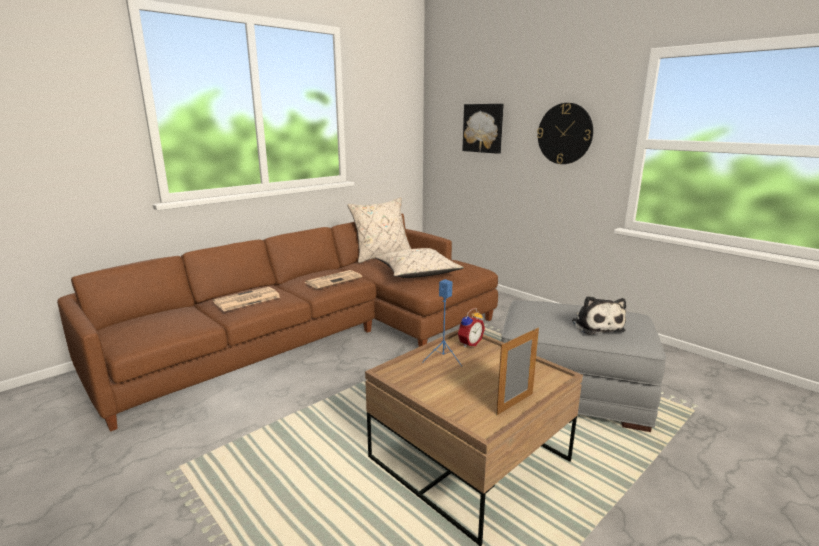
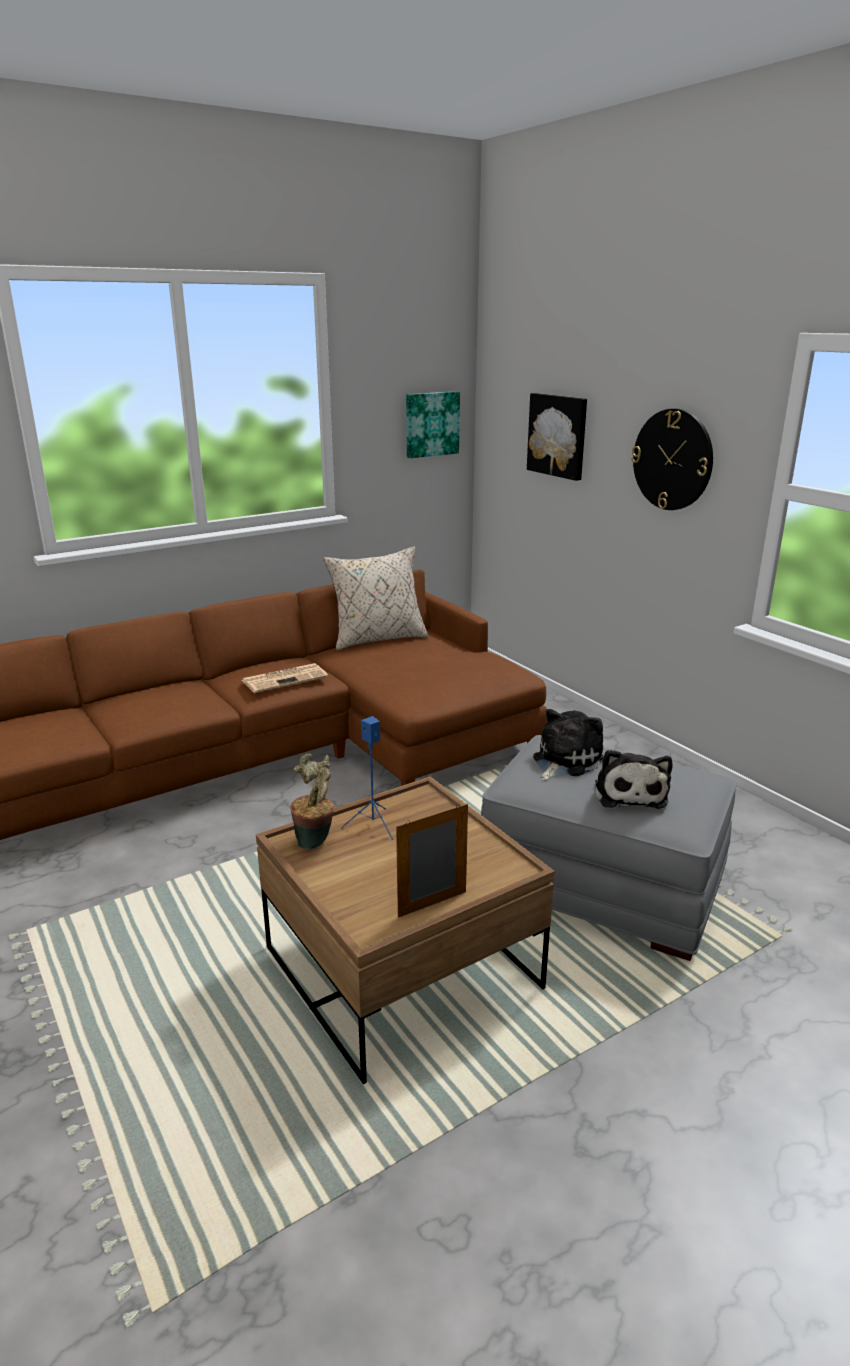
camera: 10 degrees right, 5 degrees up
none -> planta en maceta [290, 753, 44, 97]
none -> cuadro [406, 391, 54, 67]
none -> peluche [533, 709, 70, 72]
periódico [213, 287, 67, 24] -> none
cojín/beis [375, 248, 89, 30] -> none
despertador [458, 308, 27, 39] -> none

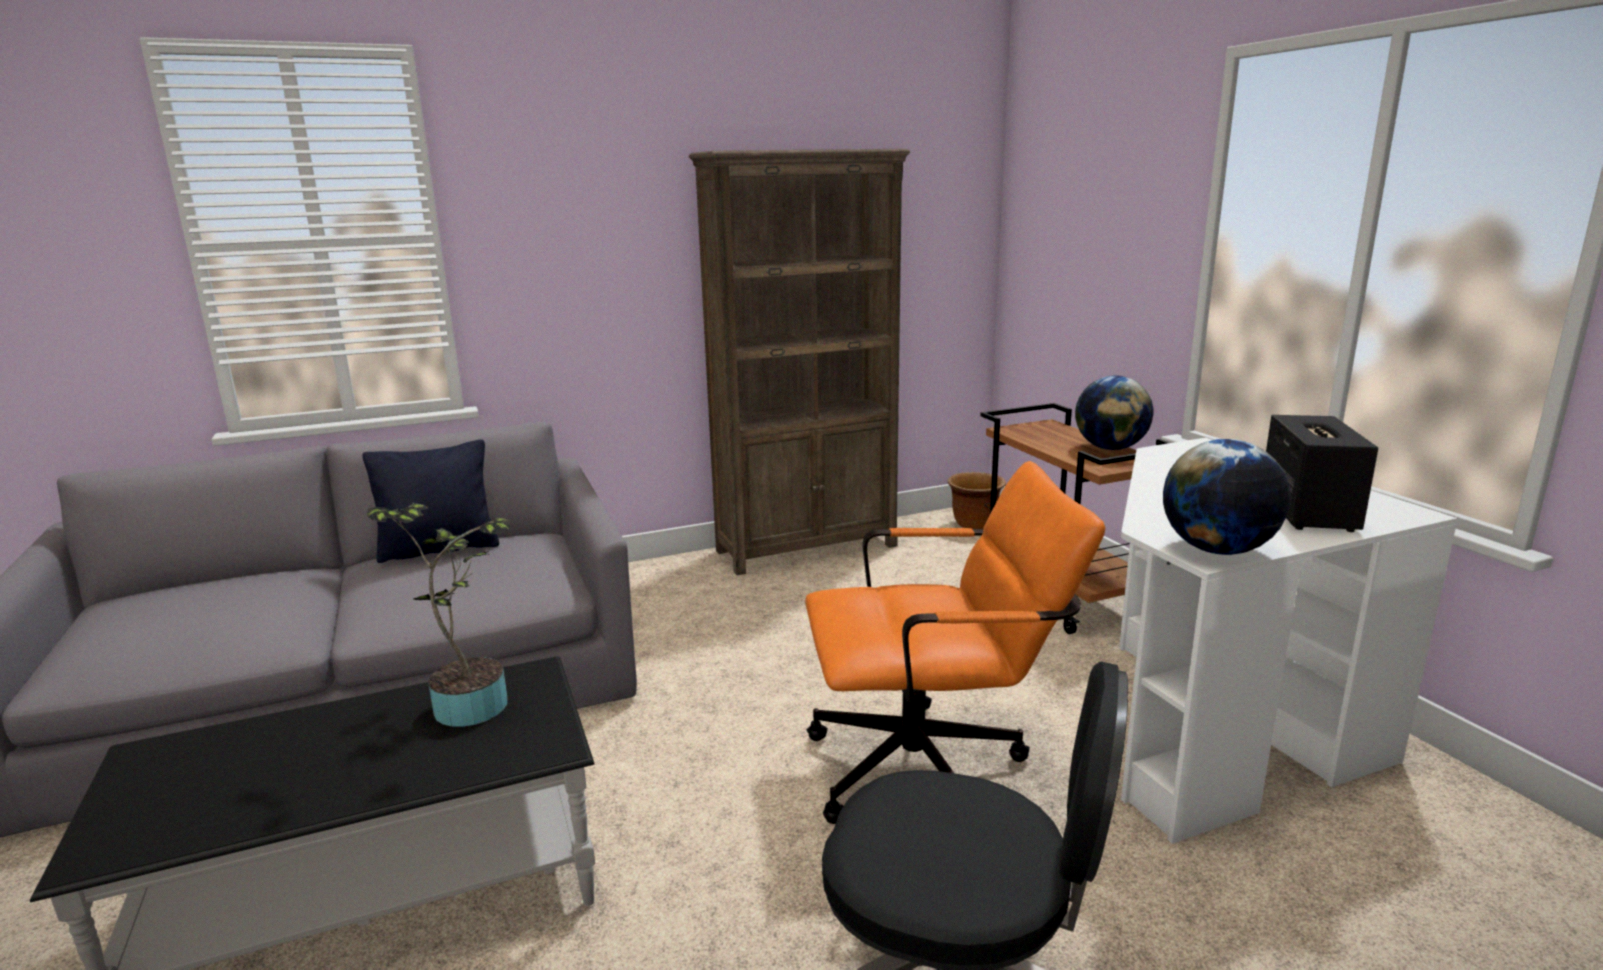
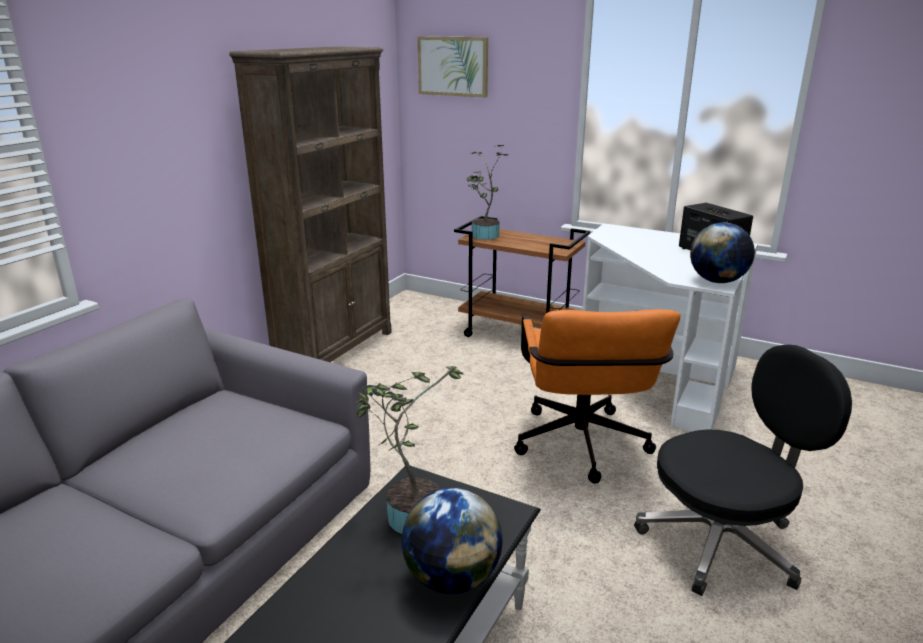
camera: 40 degrees left, 5 degrees up
globo terráqueo [1075, 376, 78, 74] -> globo terráqueo [402, 488, 101, 106], move
none -> cuadro [417, 36, 71, 61]
none -> planta en maceta [466, 145, 42, 95]
silla de oficina/naranja [805, 461, 300, 363] -> silla de oficina/naranja [514, 309, 166, 175], 135 degrees clockwise
cojín/negro [362, 439, 137, 124] -> none
maceta/marrón [948, 472, 58, 57] -> none

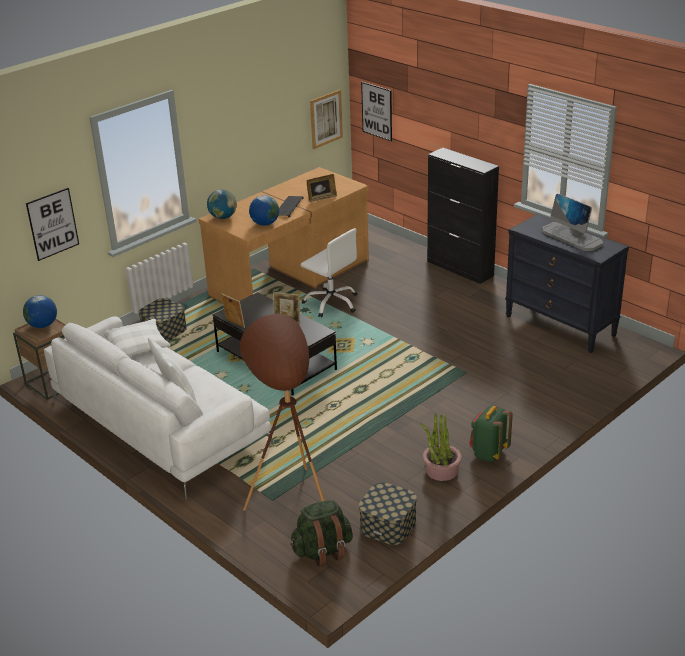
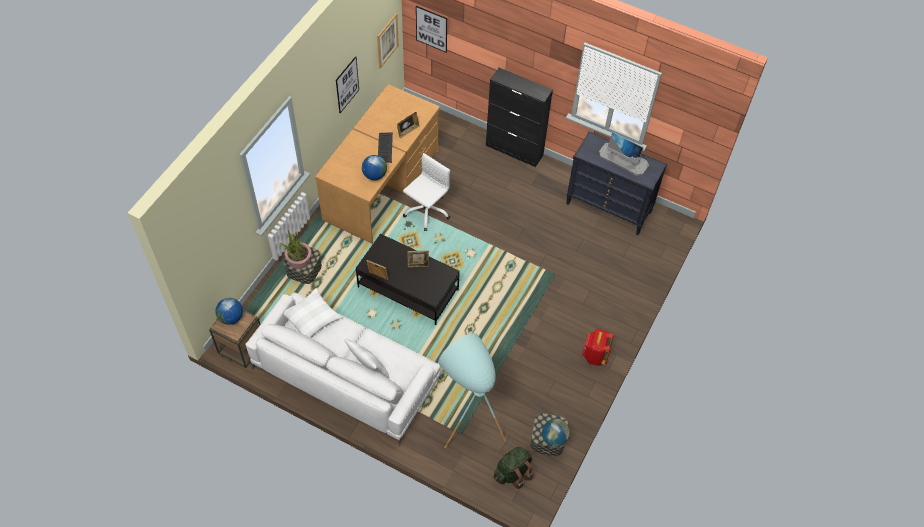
camera: 20 degrees left, 25 degrees up
planta en maceta [420, 412, 42, 69] -> planta en maceta [280, 230, 31, 39], move
cuadro [26, 188, 53, 73] -> cuadro [336, 56, 23, 57], move
silla de oficina/blanco [301, 228, 56, 90] -> silla de oficina/blanco [403, 153, 47, 78], 75 degrees counterclockwise
lámpara de pie/marrón [240, 314, 84, 197] -> lámpara de pie/turquesa [439, 333, 67, 115]
globo terráqueo [207, 189, 30, 30] -> globo terráqueo [542, 419, 28, 28], move
mochila/verde [469, 405, 44, 57] -> mochila/rojo [582, 329, 32, 37]

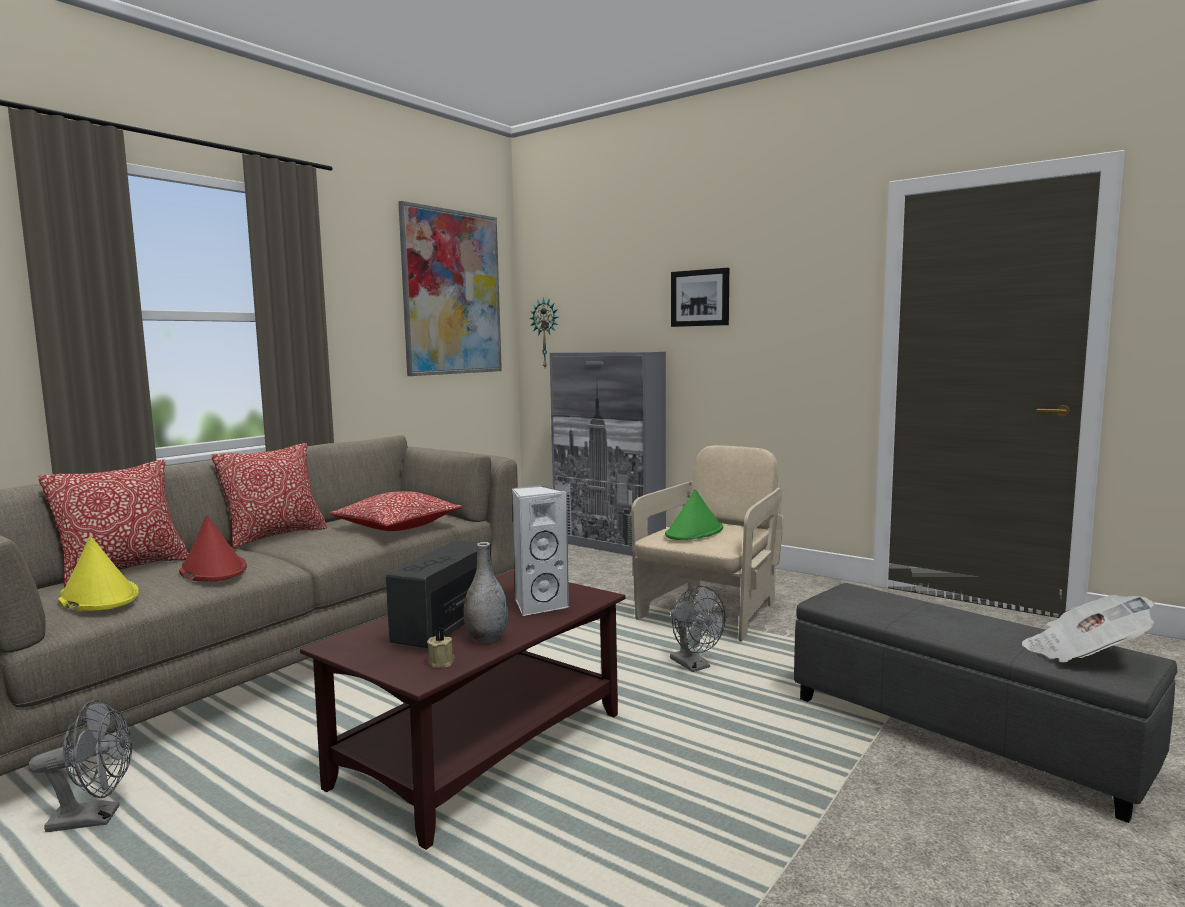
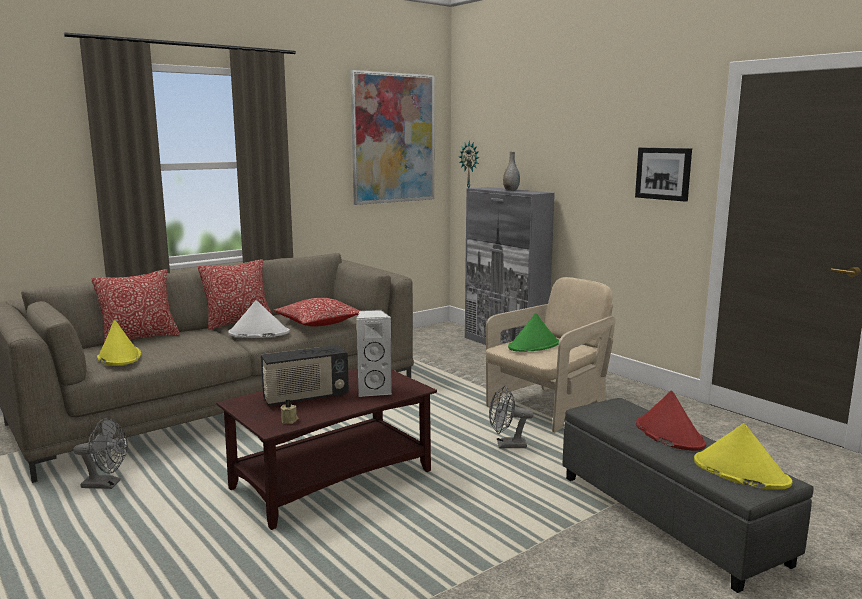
camera: 15 degrees right, 5 degrees up
none -> sombrero/blanco [228, 300, 62, 38]
radio [386, 540, 106, 108] -> radio [261, 345, 88, 61], 150 degrees counterclockwise
ventilador/gris [670, 586, 55, 86] -> ventilador/gris [489, 386, 45, 62], 105 degrees clockwise
florero/gris [464, 542, 44, 101] -> florero/gris [503, 151, 17, 40], move
cuadro [671, 268, 58, 59] -> cuadro [635, 148, 57, 54], move
sombrero/rojo [179, 515, 68, 67] -> sombrero/rojo [636, 390, 70, 61], move
periódico [1022, 595, 133, 68] -> sombrero/amarillo [694, 423, 98, 67]

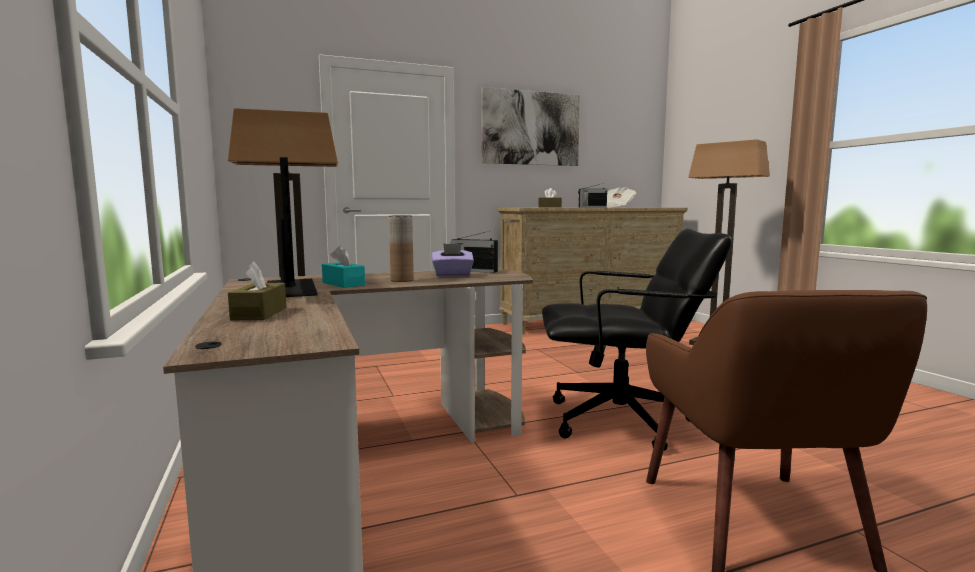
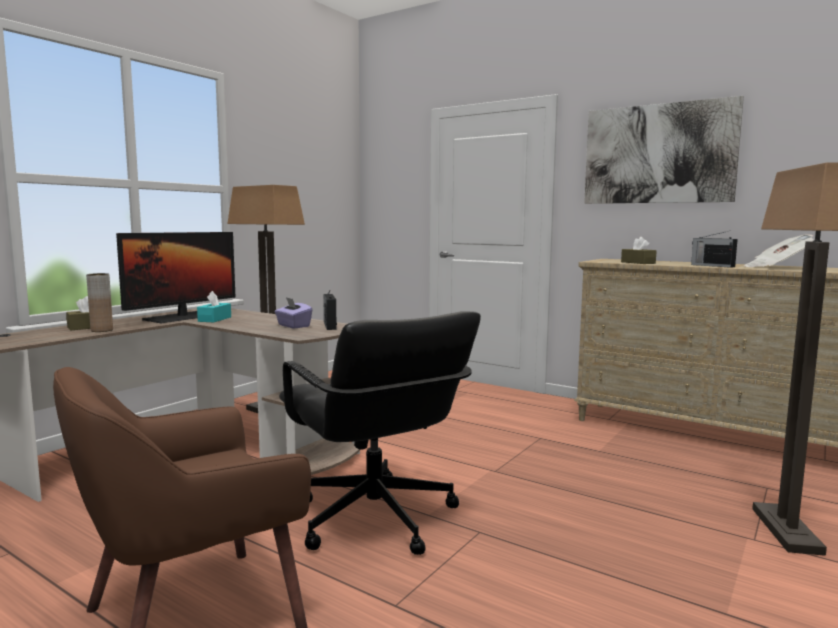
camera: 55 degrees right, 0 degrees up
florero/marrón [389, 215, 25, 67] -> florero/marrón [86, 273, 27, 59], move

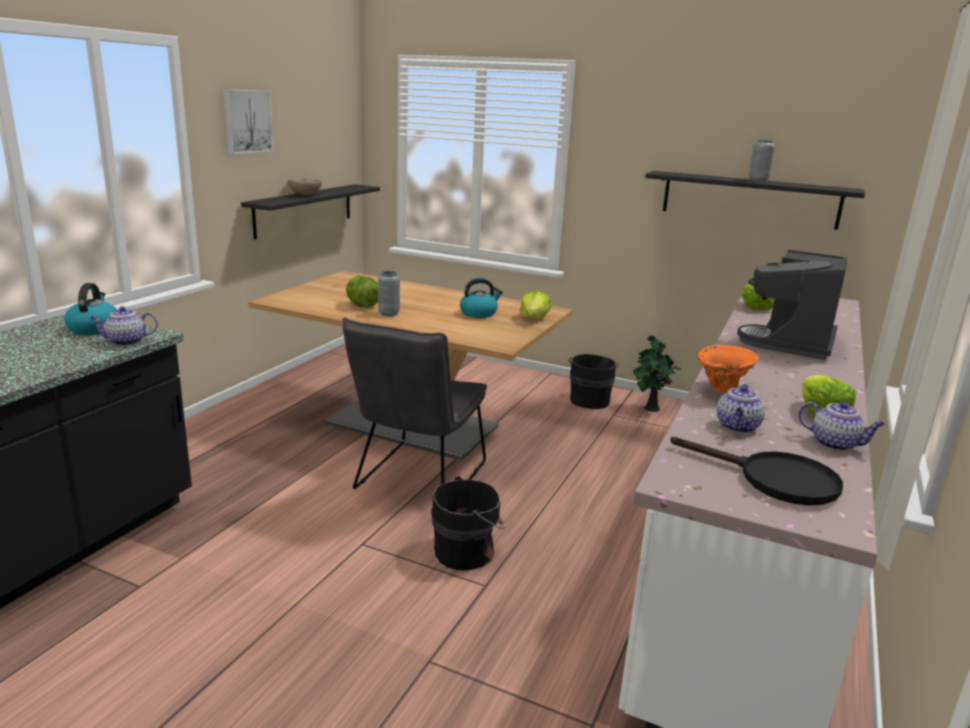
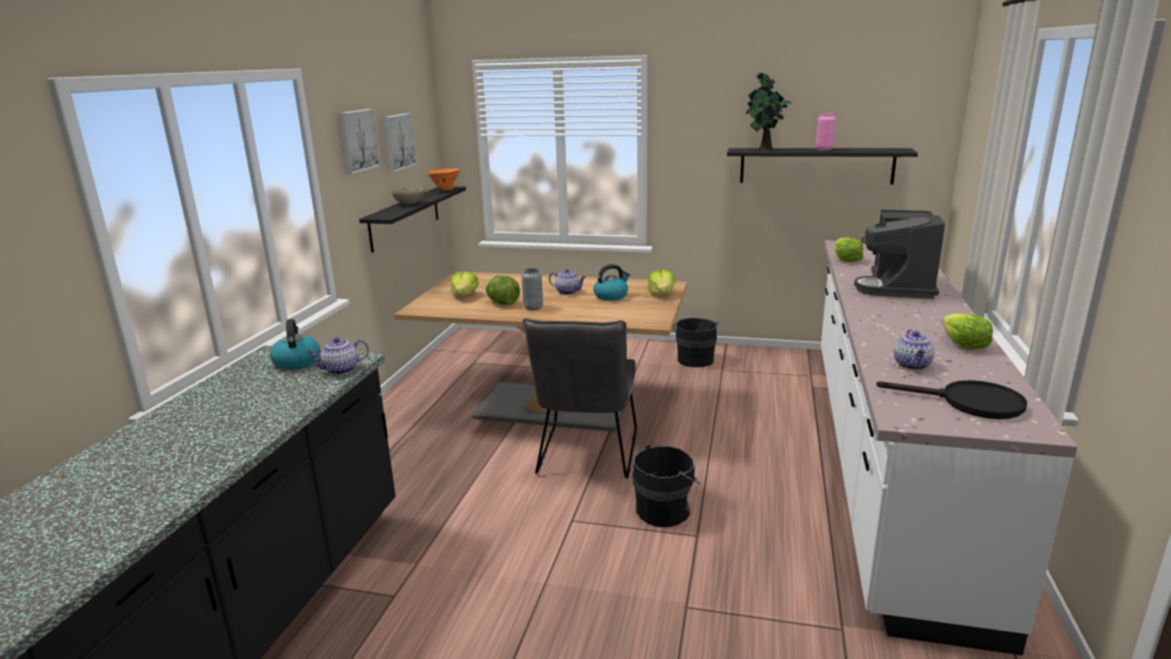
camera: 10 degrees left, 0 degrees up
none -> cuadro [381, 113, 36, 59]
florero/naranja [696, 345, 64, 48] -> florero/naranja [427, 168, 33, 23], move
none -> lechuga [451, 271, 28, 25]
tetera [798, 401, 87, 50] -> tetera [549, 269, 37, 26], move
planta en maceta [633, 335, 48, 77] -> planta en maceta [745, 73, 46, 78], move
florero/gris [749, 140, 26, 42] -> florero/rosa [816, 114, 20, 36]

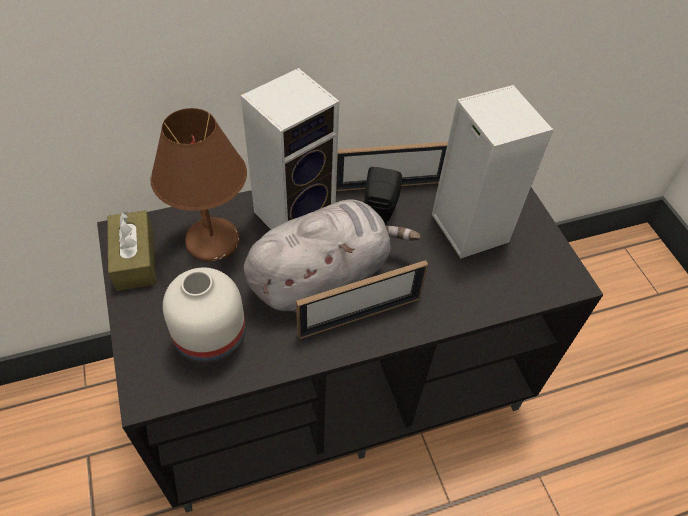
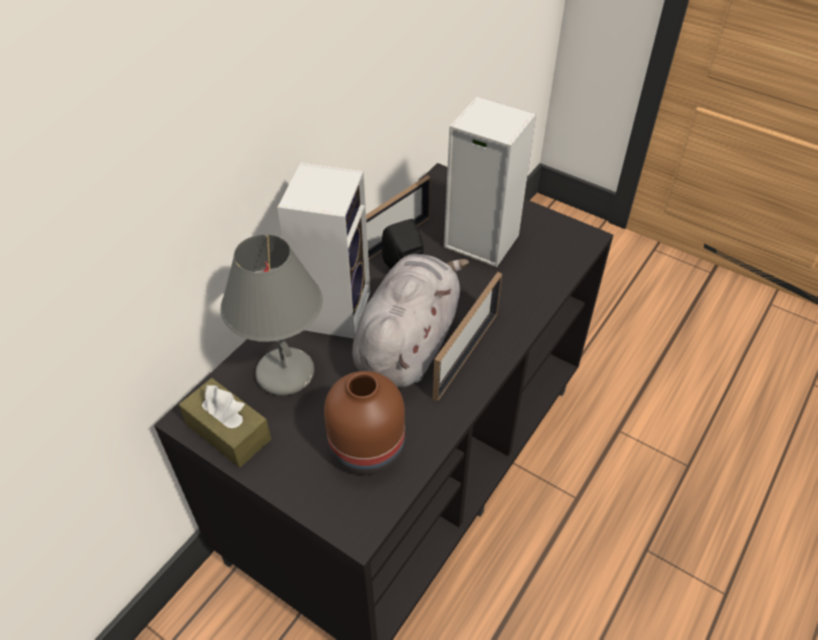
camera: 35 degrees left, 5 degrees down
lámpara de mesa/marrón [150, 108, 97, 153] -> lámpara de mesa/gris [220, 234, 103, 162]
florero/blanco [163, 268, 83, 97] -> florero/marrón [324, 371, 81, 104]

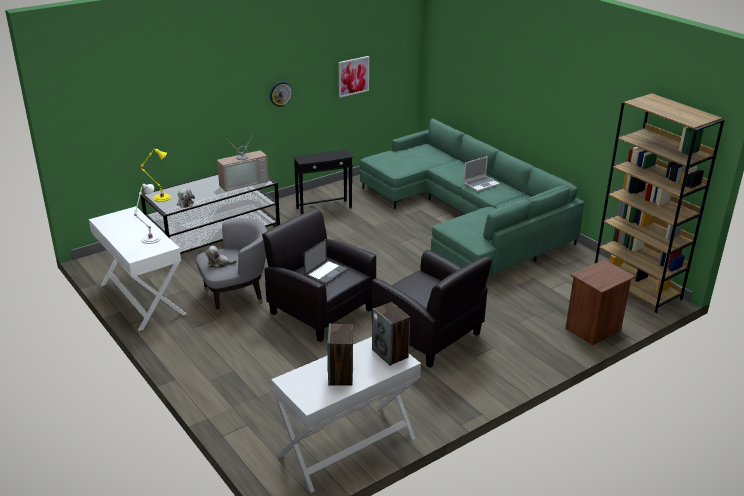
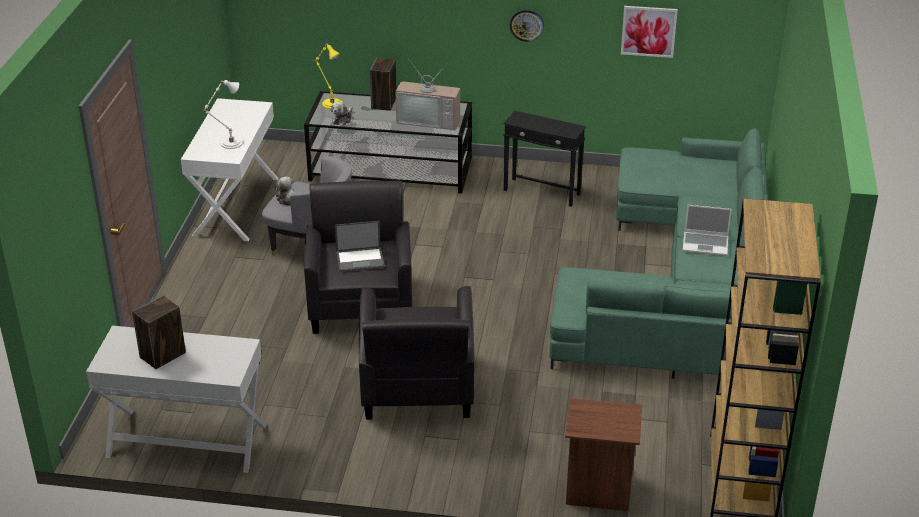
camera: 45 degrees right, 5 degrees up
altavoz [372, 302, 38, 64] -> altavoz [370, 57, 26, 54], move

